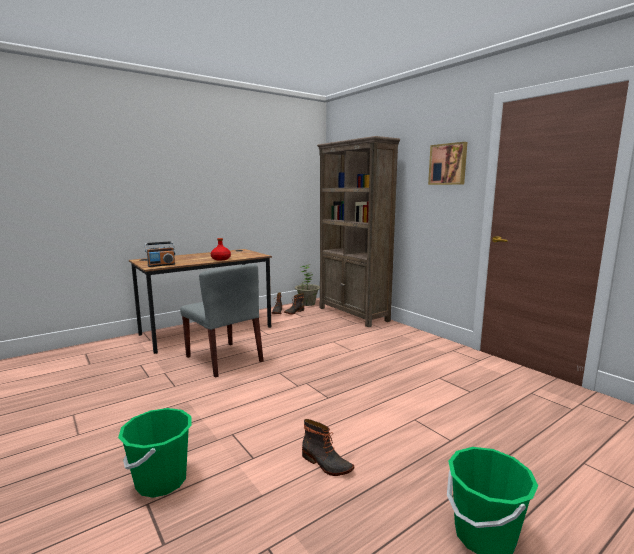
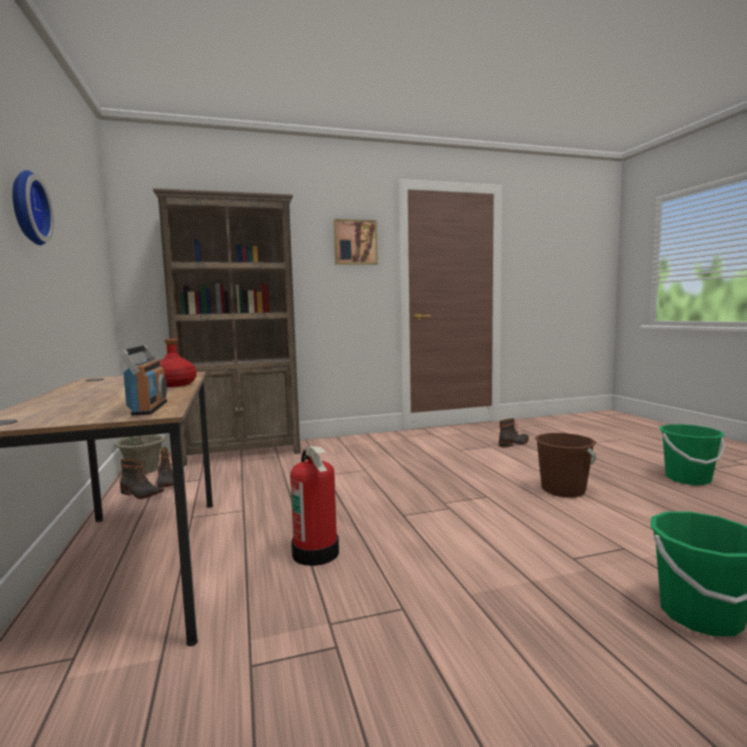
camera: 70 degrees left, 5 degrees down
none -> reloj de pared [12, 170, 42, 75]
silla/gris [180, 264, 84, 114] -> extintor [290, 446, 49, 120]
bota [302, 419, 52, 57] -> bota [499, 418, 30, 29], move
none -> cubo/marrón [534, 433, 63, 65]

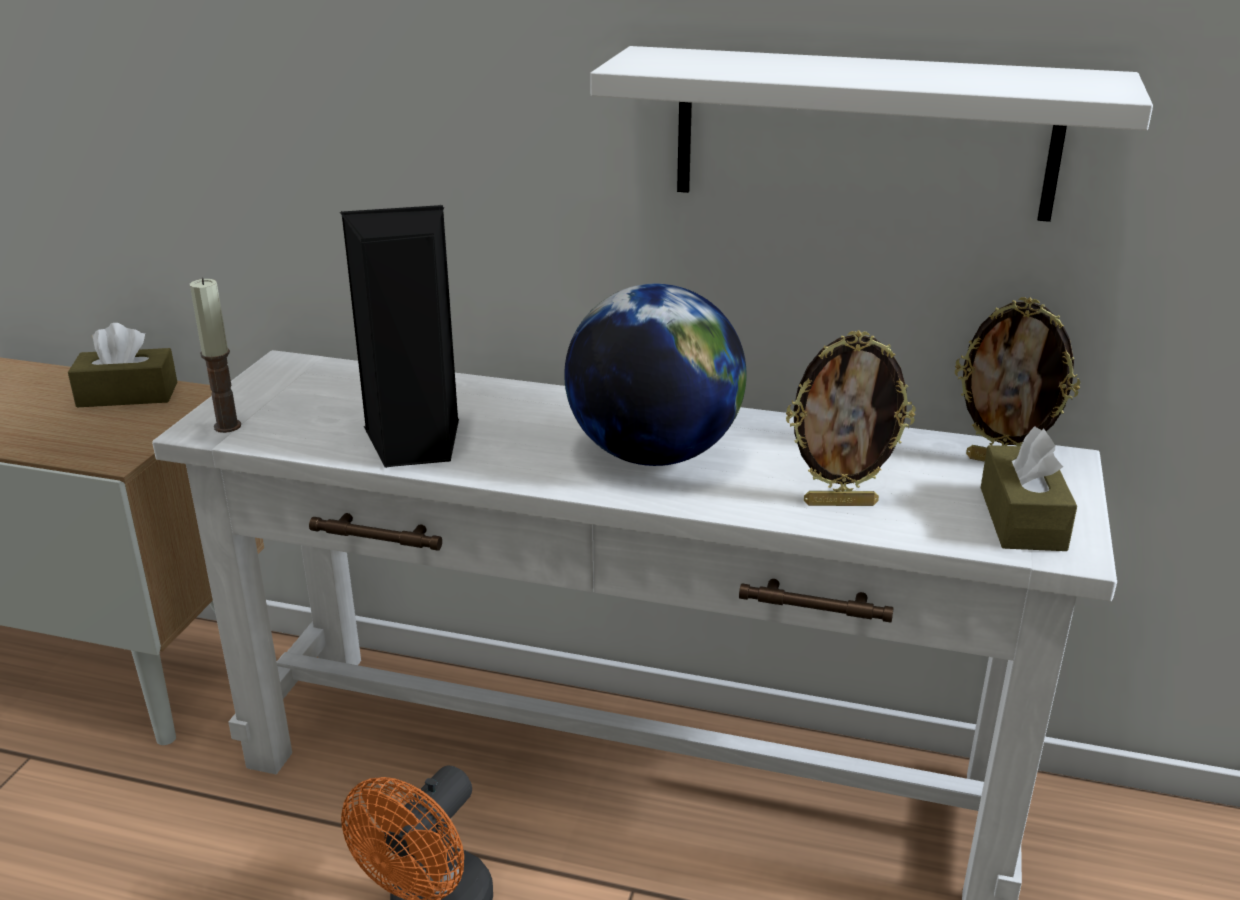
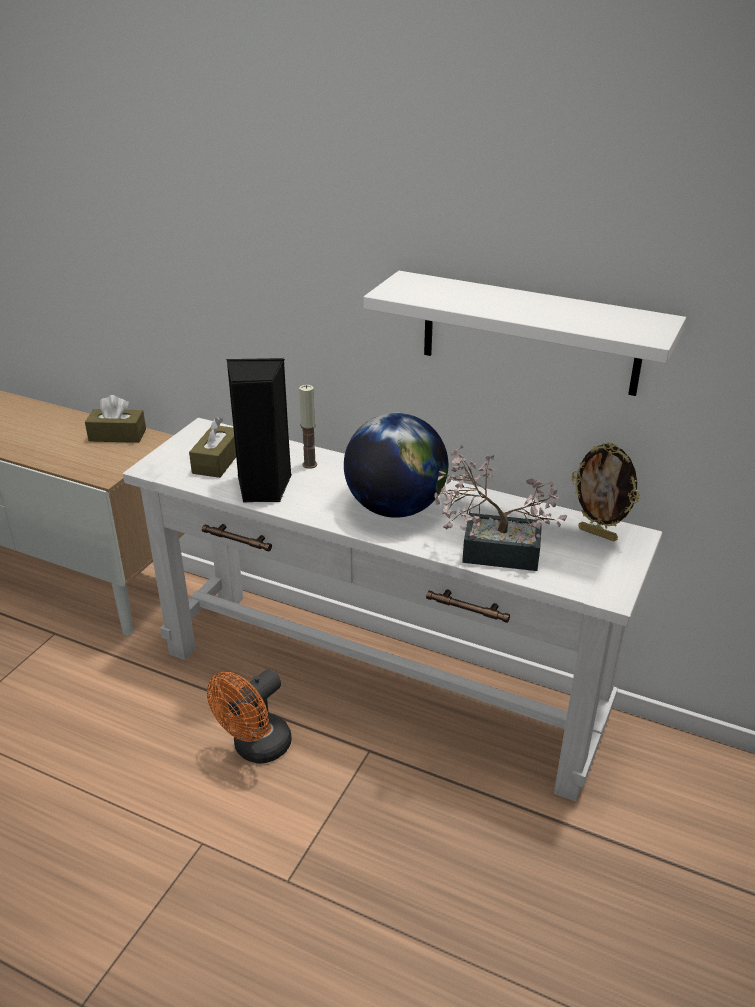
camera: 10 degrees right, 5 degrees up
caja de pañuelos/marrón [981, 427, 96, 124] -> caja de pañuelos/marrón [189, 417, 47, 61], move
vela [190, 278, 51, 155] -> vela [299, 385, 18, 84], move
portarretratos [786, 330, 130, 176] -> planta en maceta [434, 445, 133, 126]

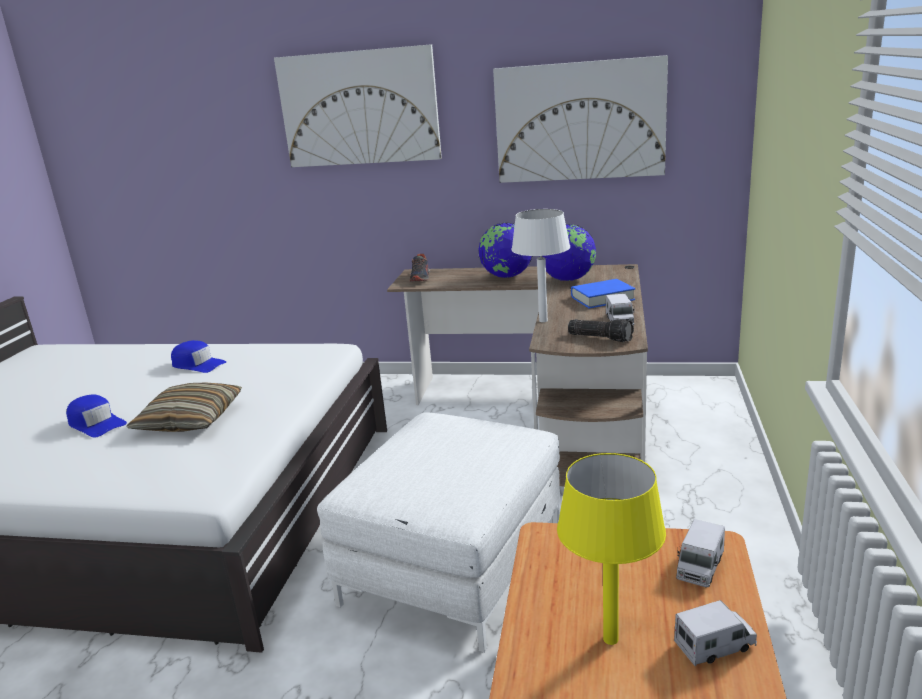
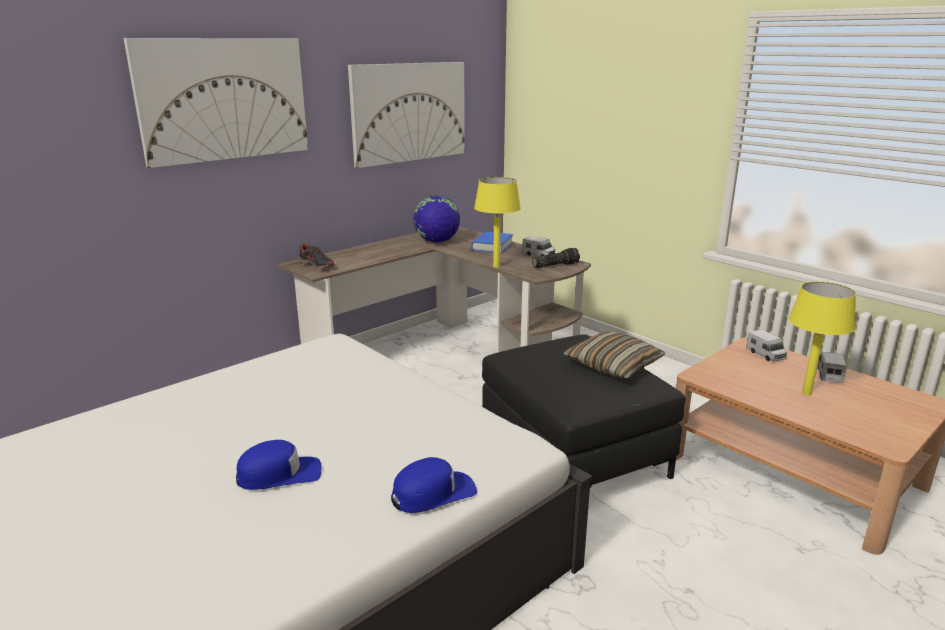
camera: 55 degrees left, 0 degrees up
gorra/azul [171, 340, 56, 33] -> gorra/azul [391, 457, 86, 56], move
lámpara de mesa/blanco [511, 209, 59, 113] -> lámpara de mesa/amarillo [474, 177, 47, 91]
puf/blanco [317, 412, 243, 241] -> puf/negro [482, 334, 204, 154]
cojín [126, 382, 116, 50] -> cojín [563, 331, 103, 48], move
globo terráqueo [478, 223, 54, 55] -> none

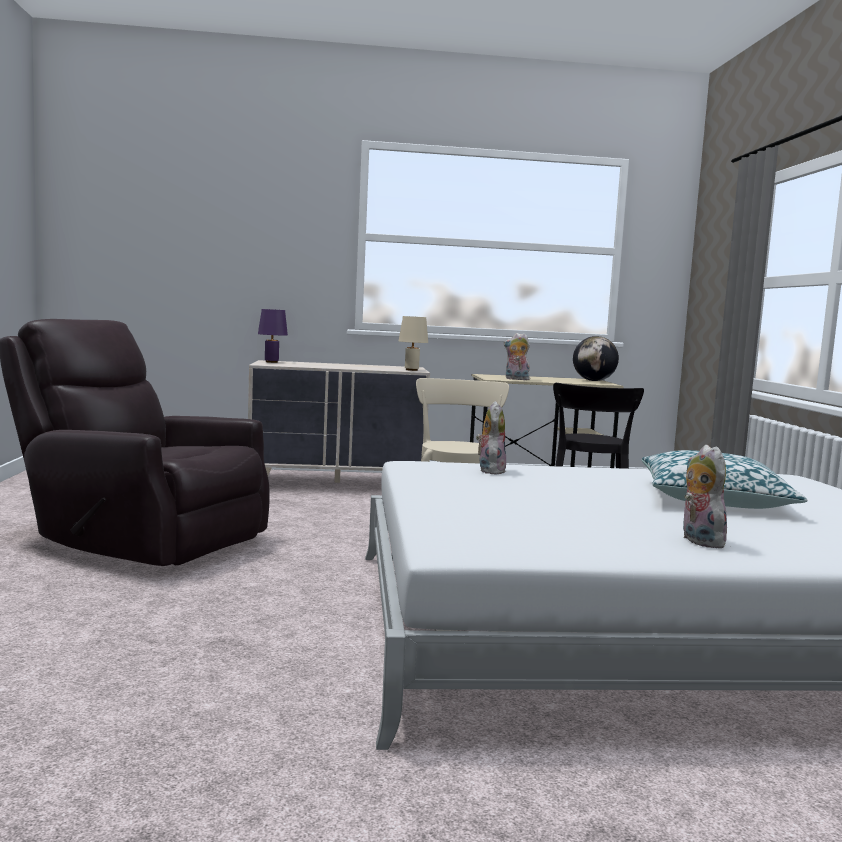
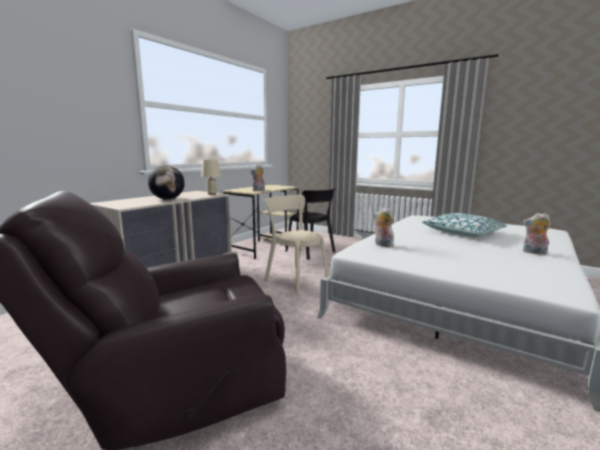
camera: 50 degrees left, 5 degrees up
globo terráqueo [573, 336, 46, 45] -> globo terráqueo [148, 165, 37, 35], move
lámpara de mesa/morado [258, 309, 30, 54] -> none

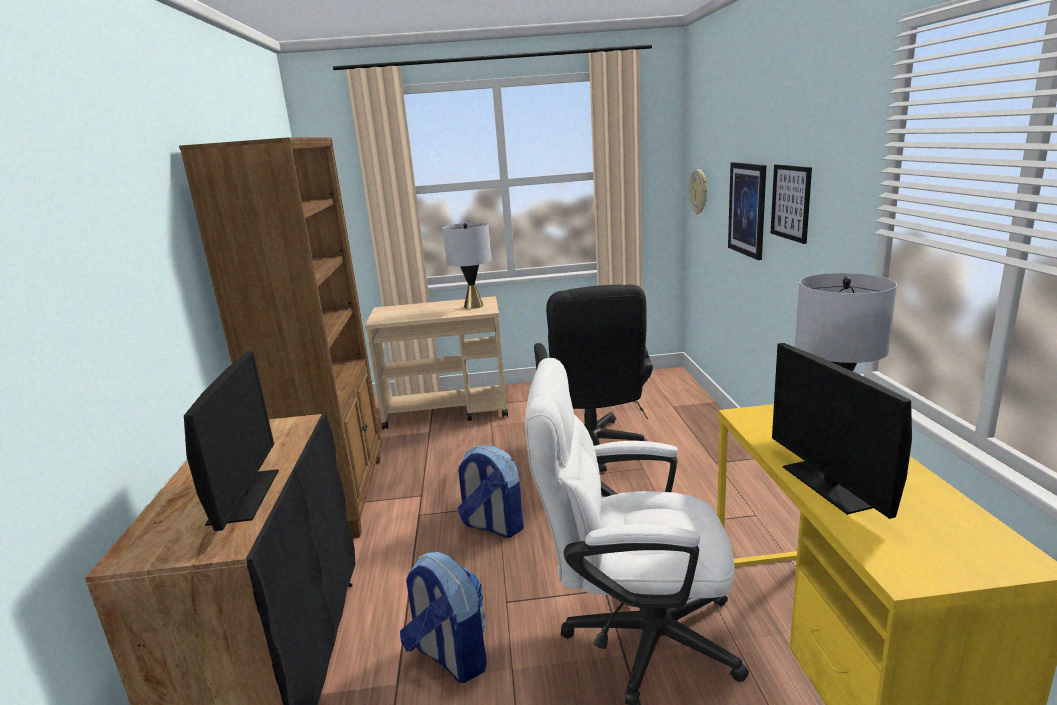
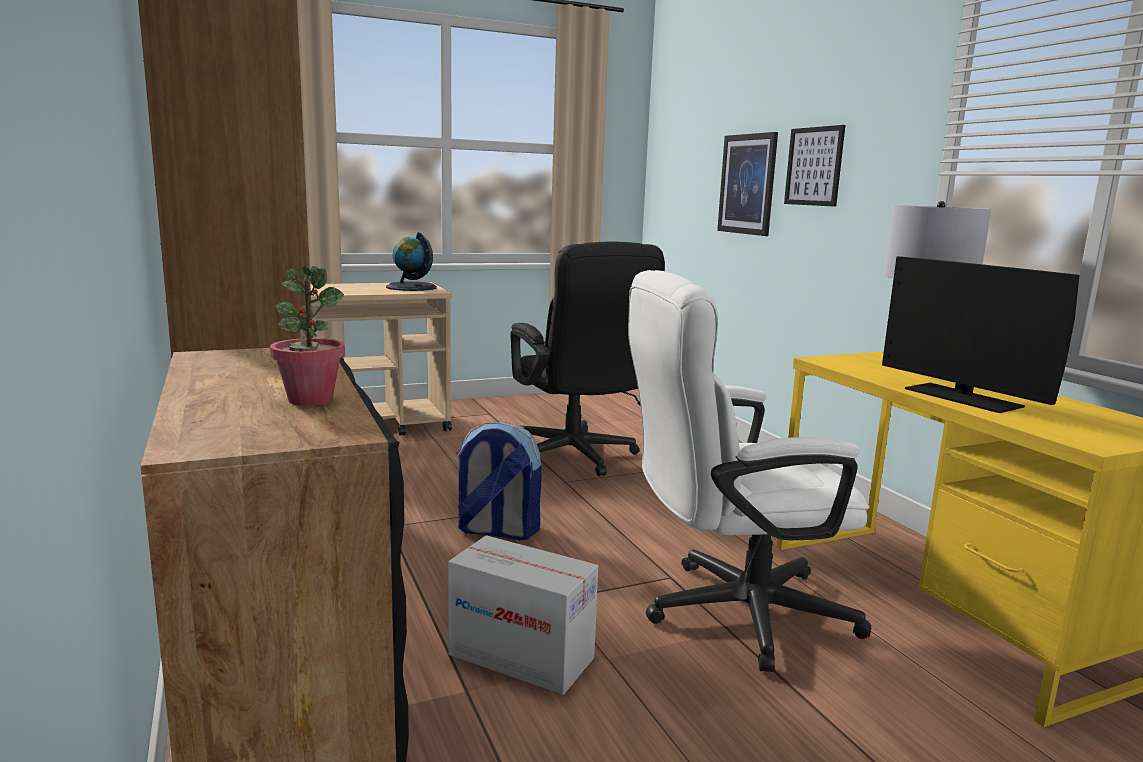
camera: 20 degrees left, 5 degrees down
monitor [184, 351, 95, 180] -> planta en maceta [270, 266, 75, 140]
lámpara de mesa/gris [443, 222, 49, 87] -> globo terráqueo [386, 232, 51, 59]
mochila [400, 552, 87, 131] -> caja de cartón [448, 535, 150, 160]
reloj de pared [689, 169, 18, 45] -> none

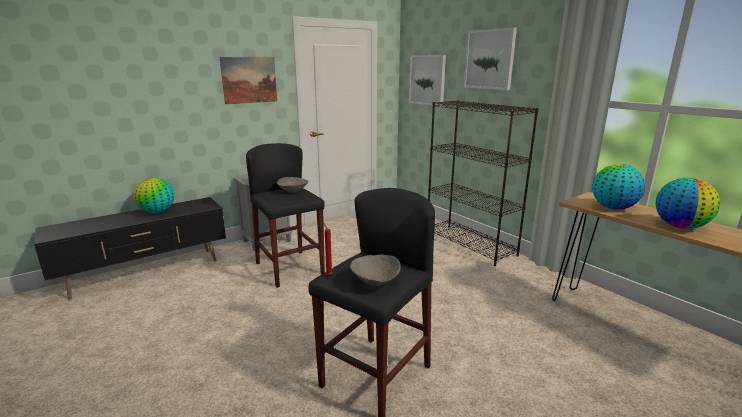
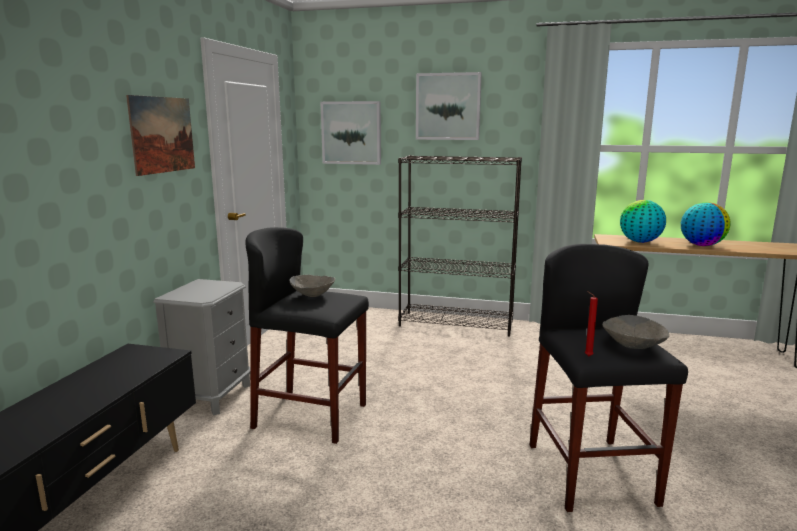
camera: 40 degrees left, 5 degrees down
globo terráqueo [134, 177, 40, 36] -> none

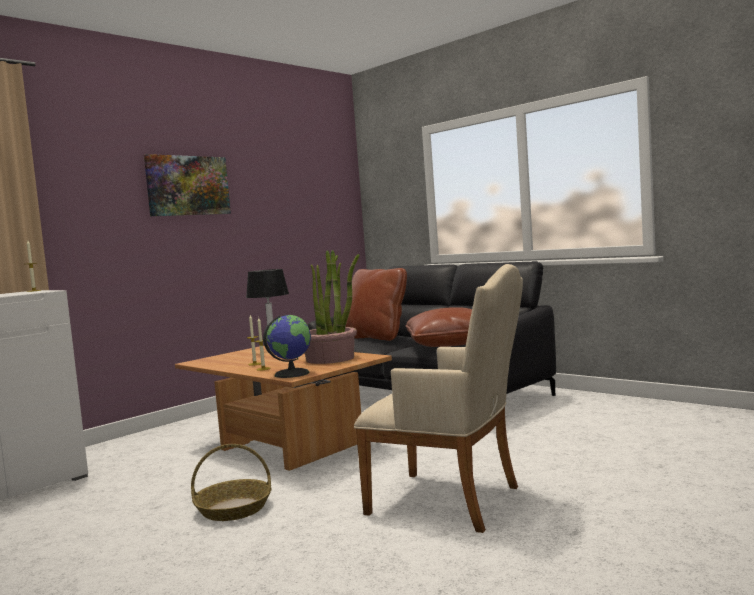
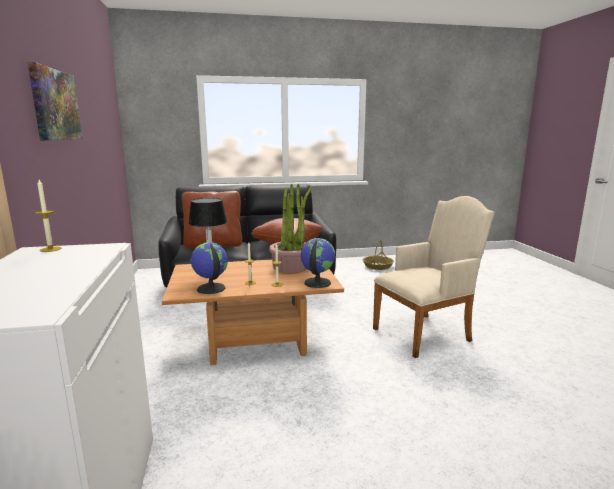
camera: 55 degrees left, 10 degrees up
none -> globo terráqueo [191, 242, 37, 52]
cesta [191, 444, 80, 77] -> cesta [363, 240, 31, 30], move

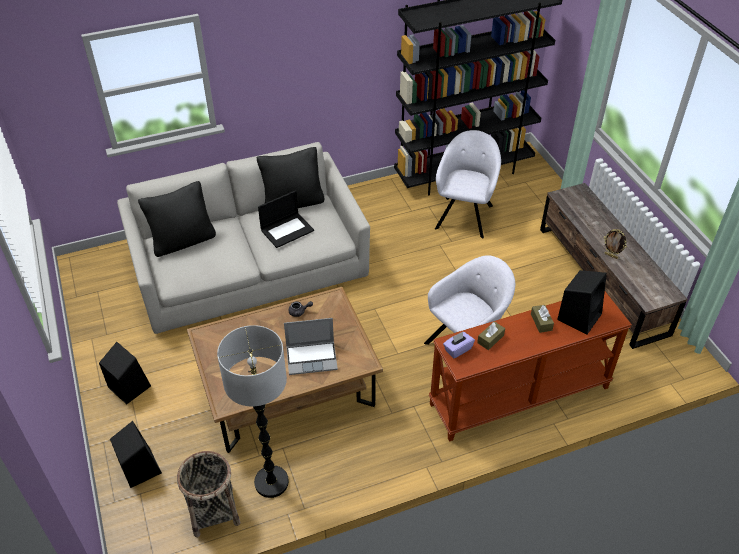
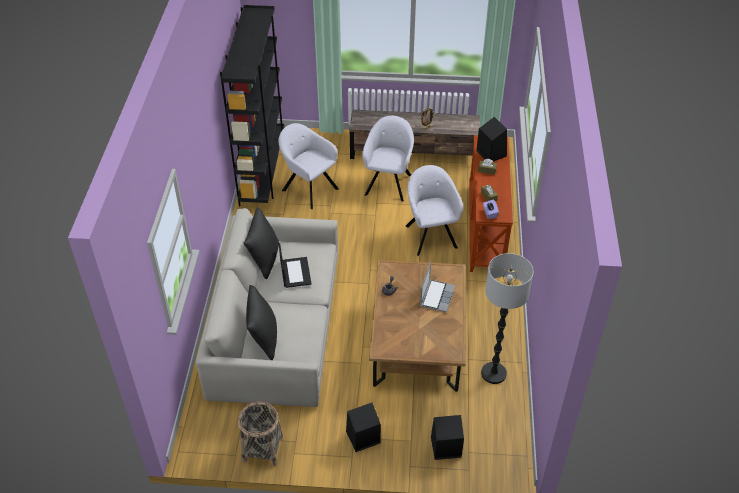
camera: 65 degrees left, 0 degrees up
cesta [177, 451, 63, 86] -> cesta [238, 402, 45, 64], move
none -> sillón/gris [362, 116, 52, 86]

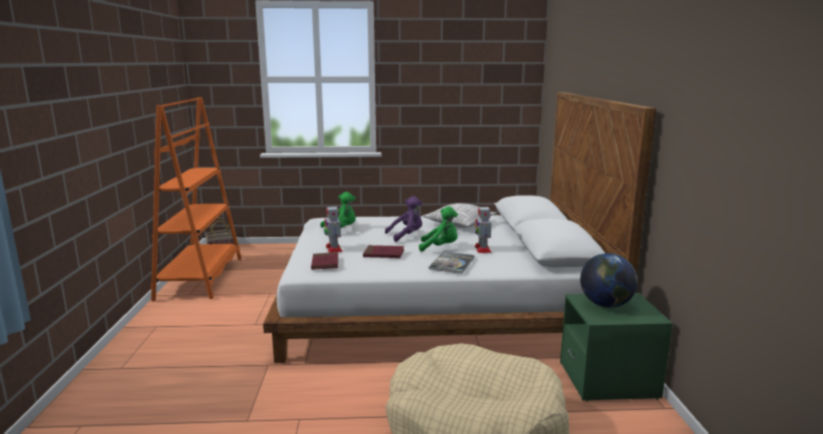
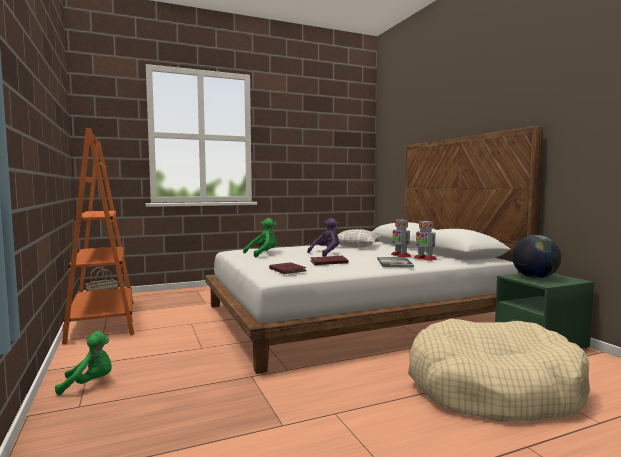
camera: 20 degrees left, 10 degrees down
peluche/verde [419, 206, 39, 46] -> peluche/verde [55, 331, 57, 64], move
robot de juguete [325, 205, 18, 48] -> robot de juguete [414, 220, 23, 41], move

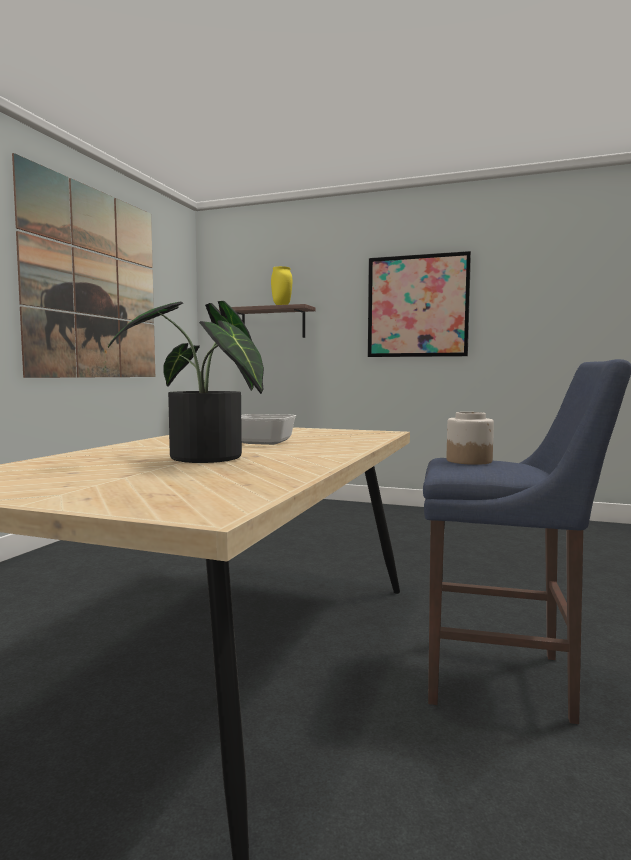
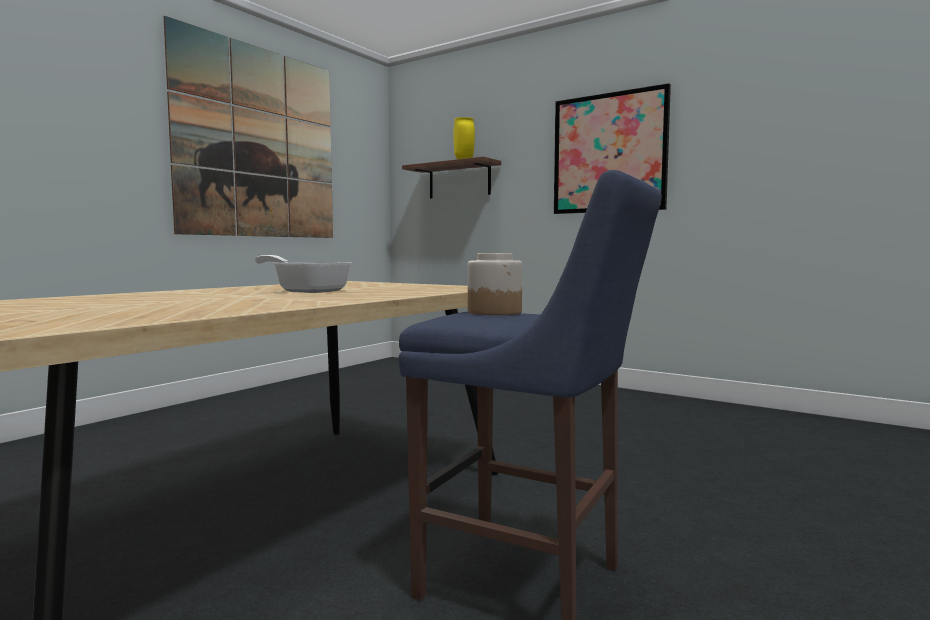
camera: 15 degrees right, 0 degrees up
planta en maceta [108, 301, 156, 162] -> none

